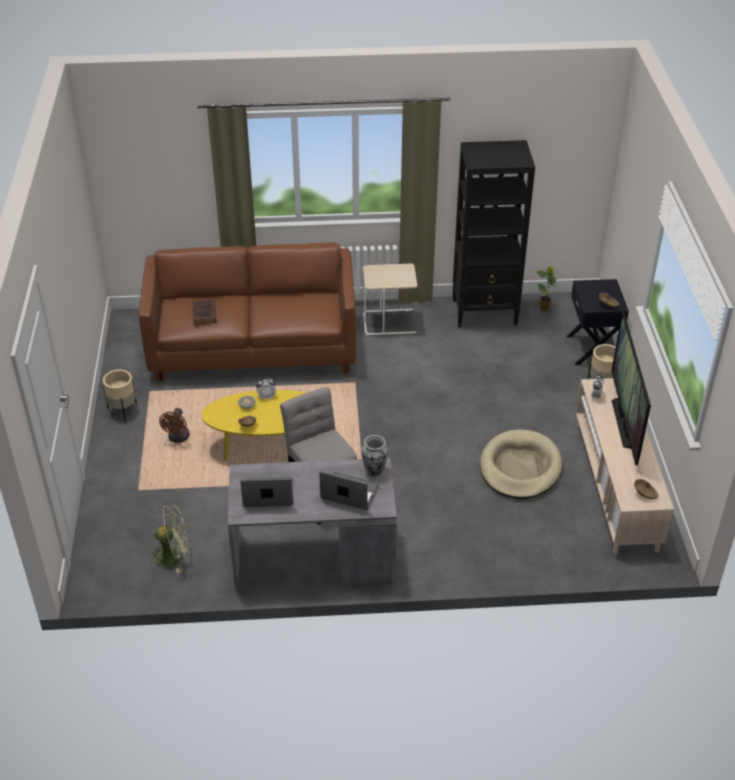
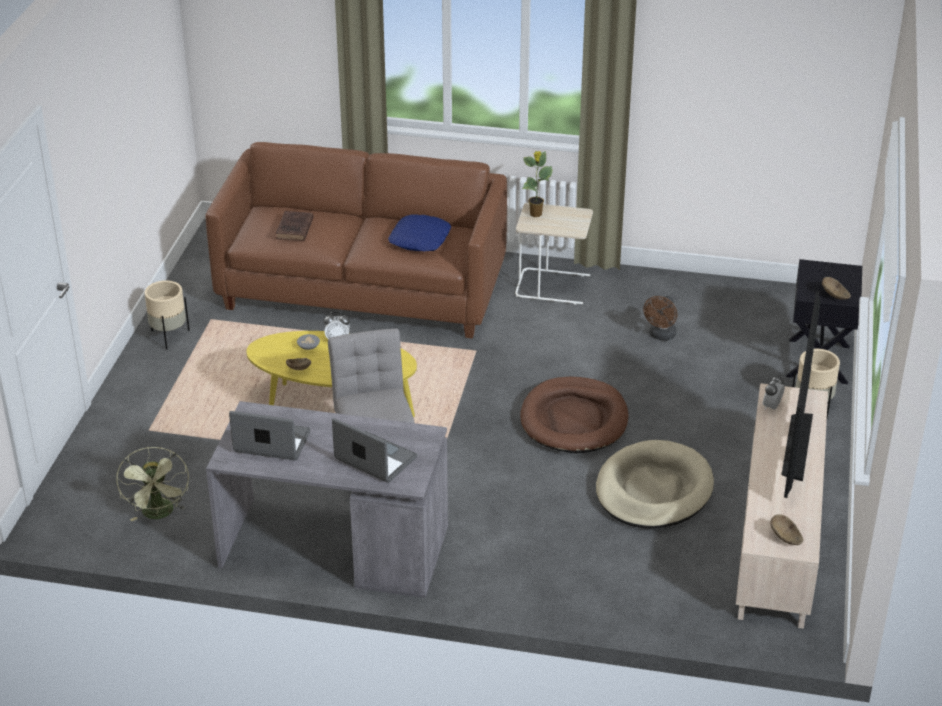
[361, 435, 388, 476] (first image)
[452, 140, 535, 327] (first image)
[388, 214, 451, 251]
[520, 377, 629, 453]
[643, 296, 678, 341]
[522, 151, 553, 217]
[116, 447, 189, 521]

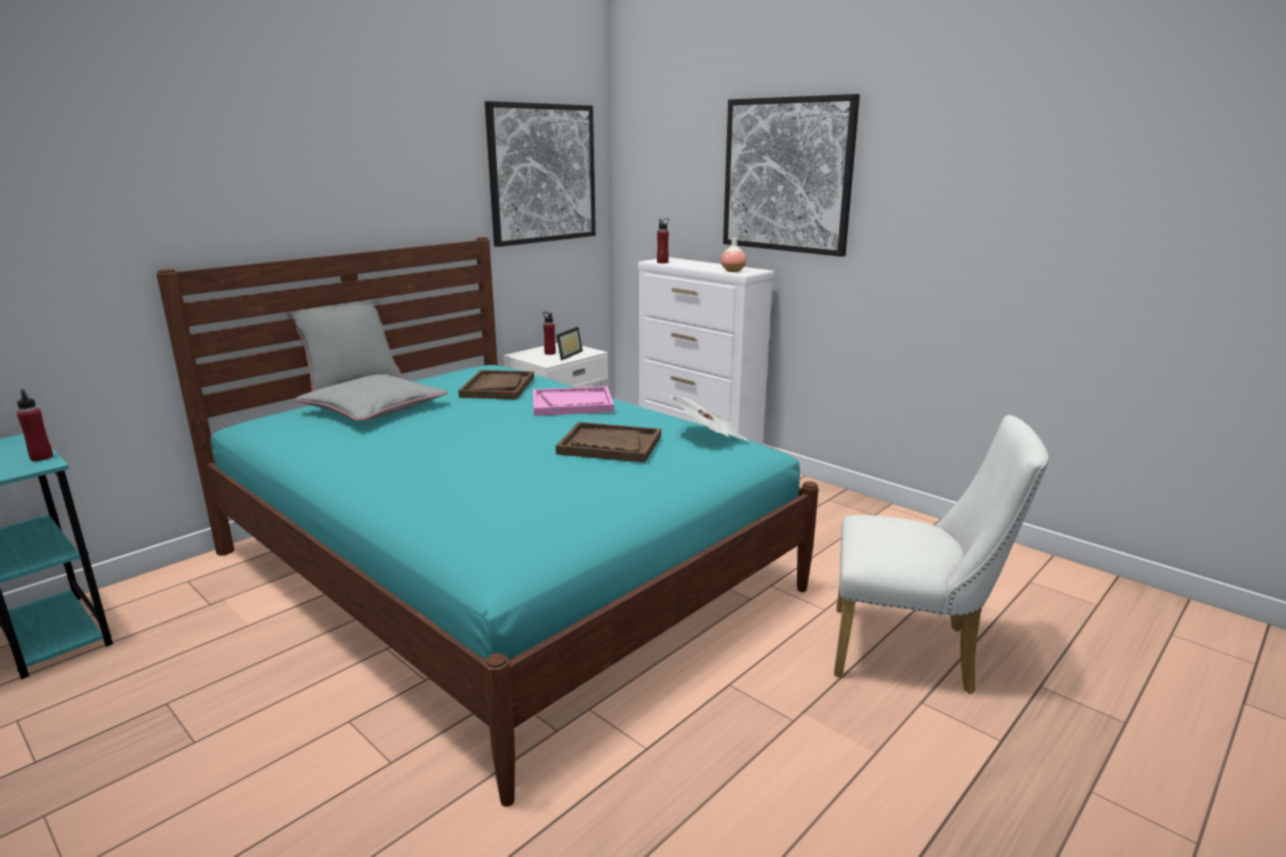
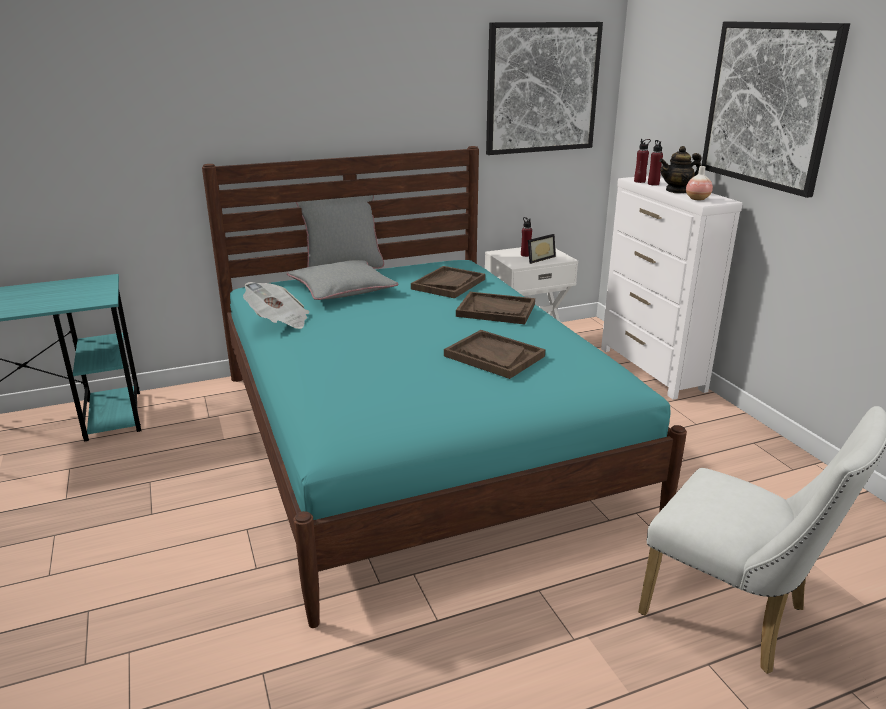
[659, 146, 702, 193]
[648, 140, 663, 185]
[243, 282, 309, 329]
[456, 292, 535, 324]

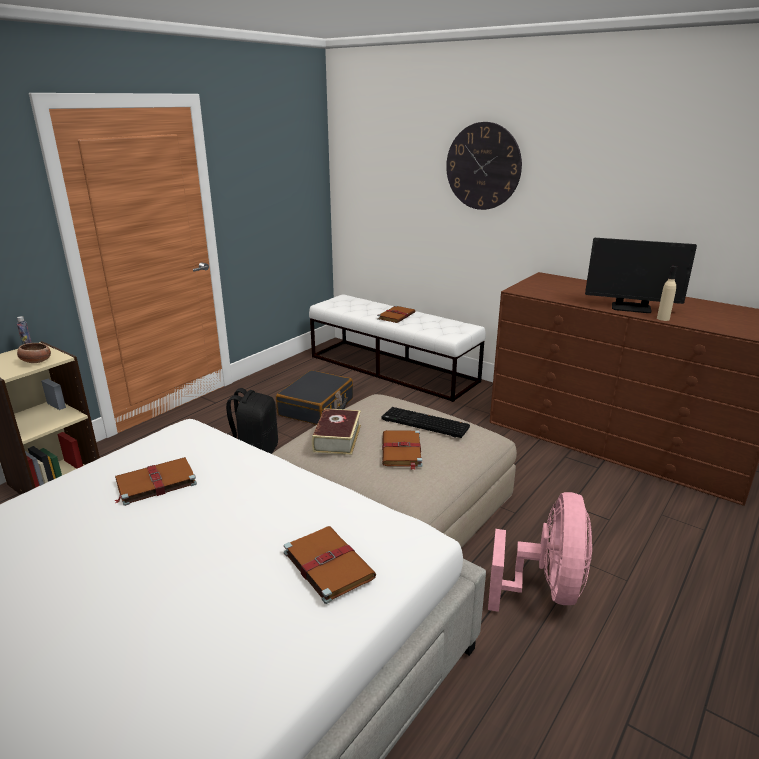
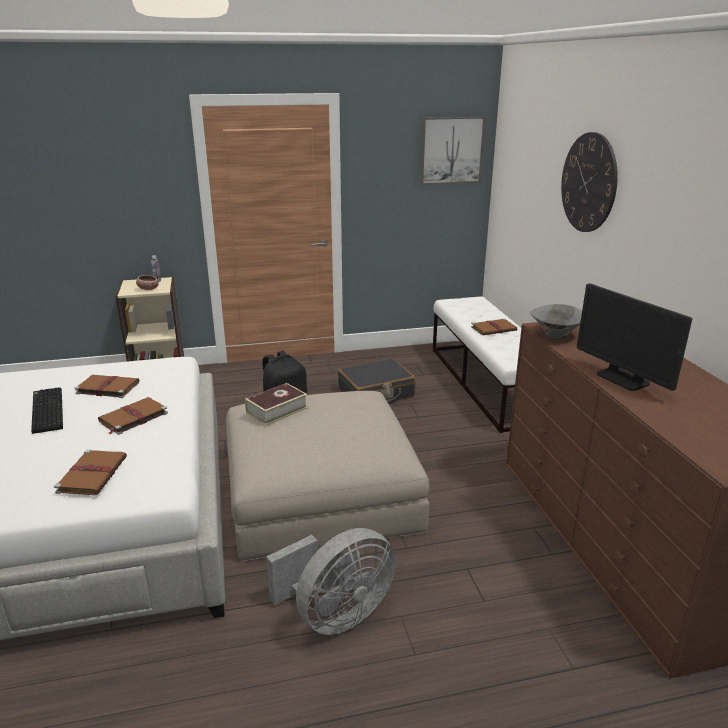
[657, 266, 677, 321] (first image)
[420, 117, 485, 185]
[531, 304, 582, 339]
[31, 387, 63, 434]
[98, 397, 168, 435]
[266, 528, 396, 635]

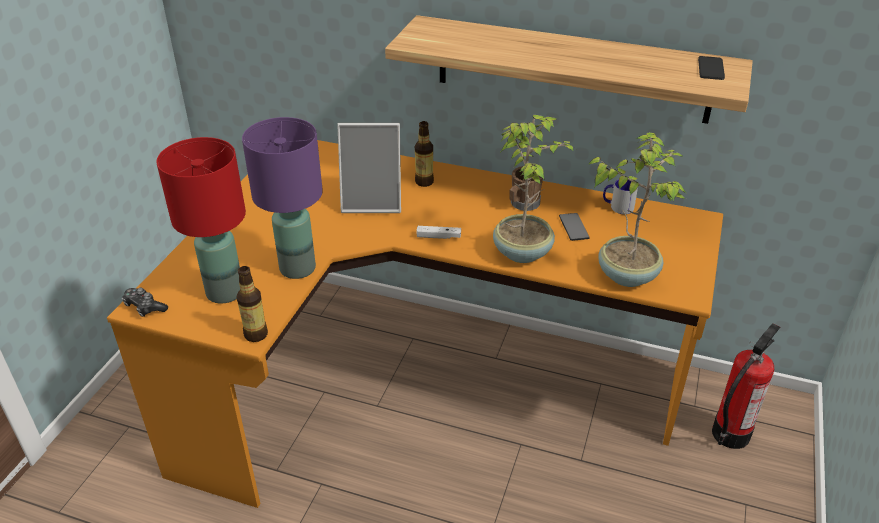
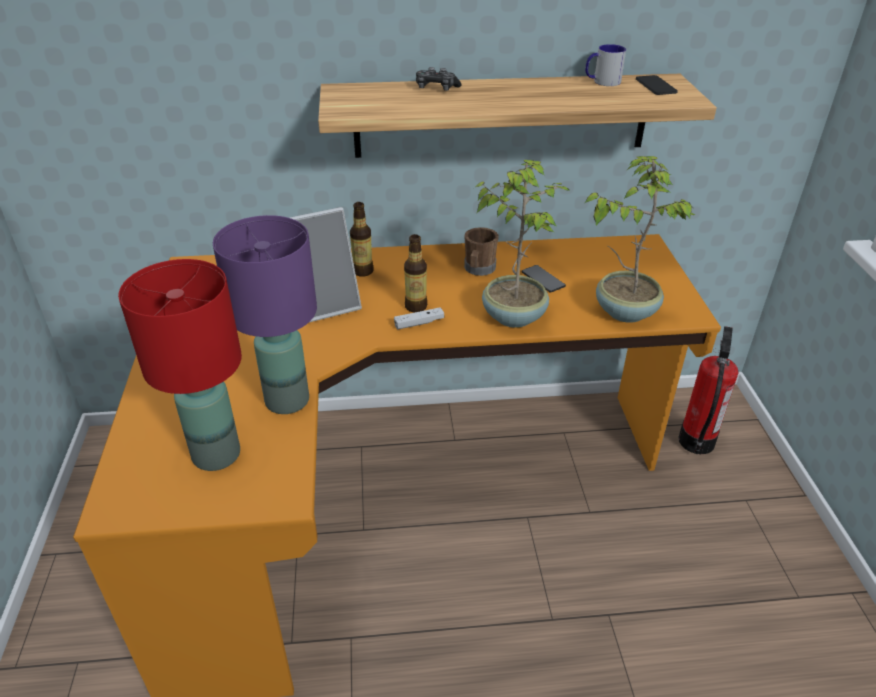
[416, 67, 461, 91]
[404, 234, 427, 313]
[585, 44, 626, 86]

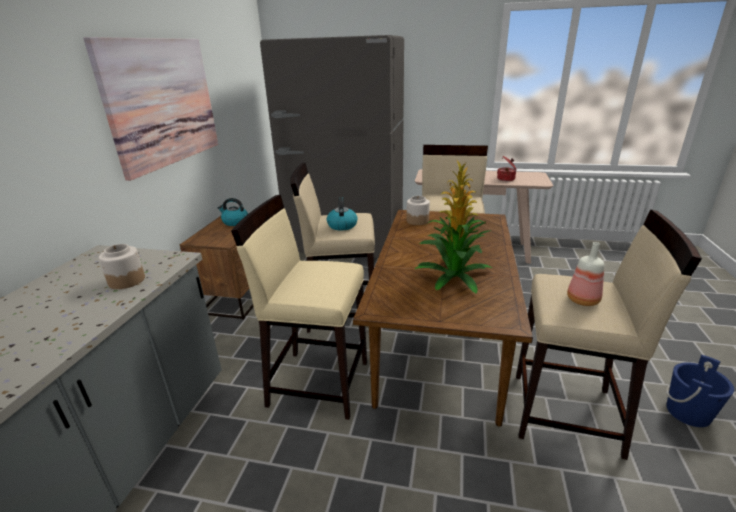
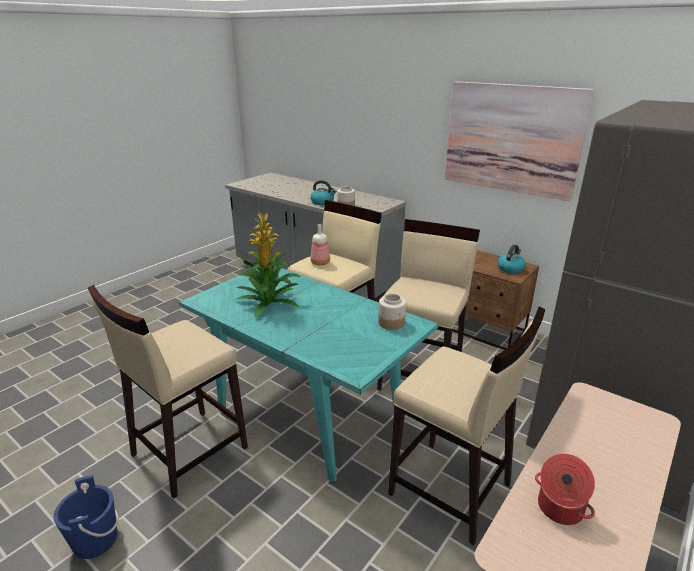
[311, 180, 336, 205]
[310, 224, 330, 265]
[179, 265, 439, 482]

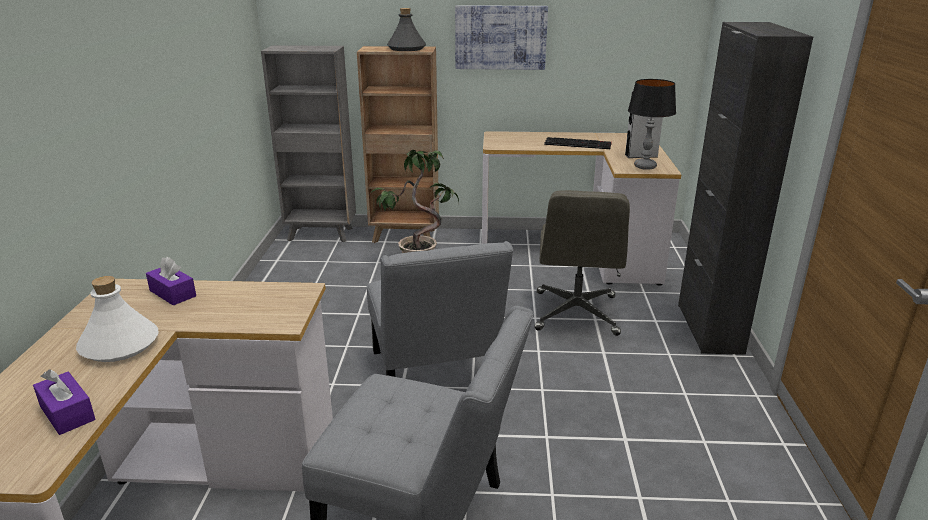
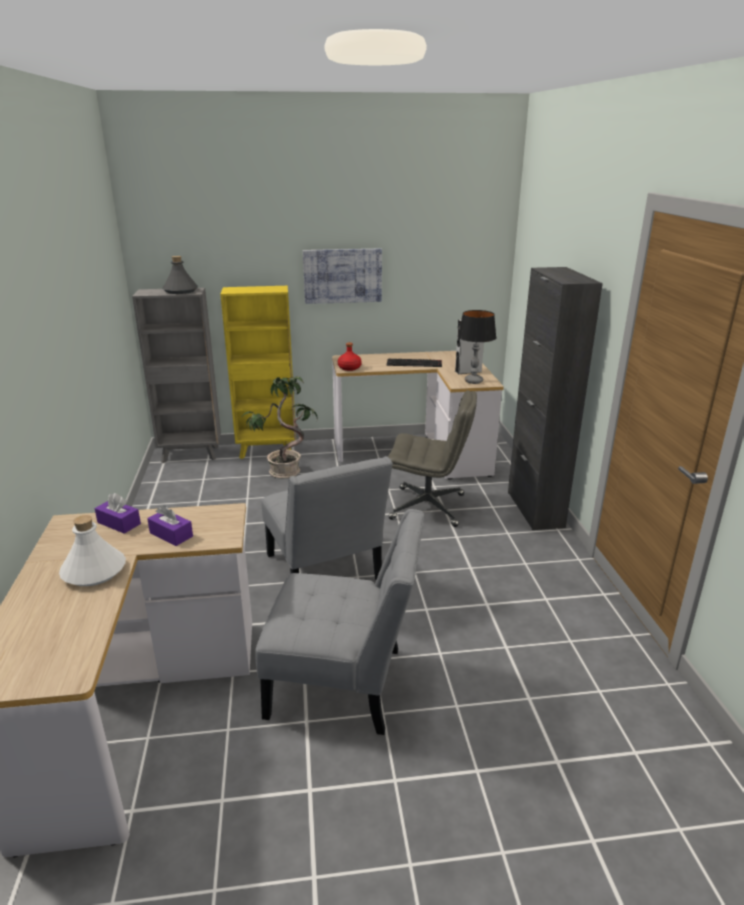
[338, 342, 362, 371]
[147, 505, 193, 546]
[162, 256, 198, 294]
[220, 286, 296, 459]
[388, 391, 477, 527]

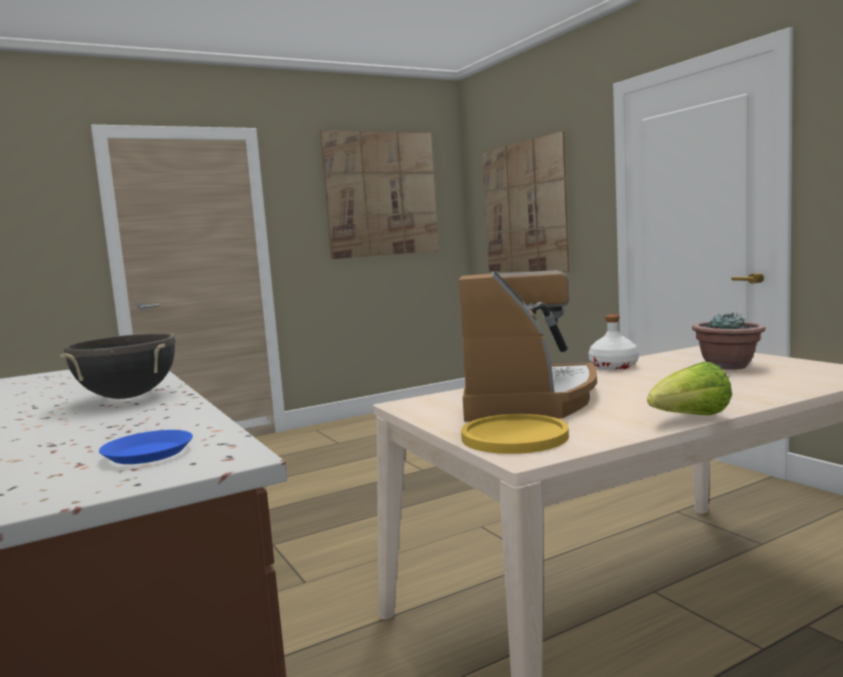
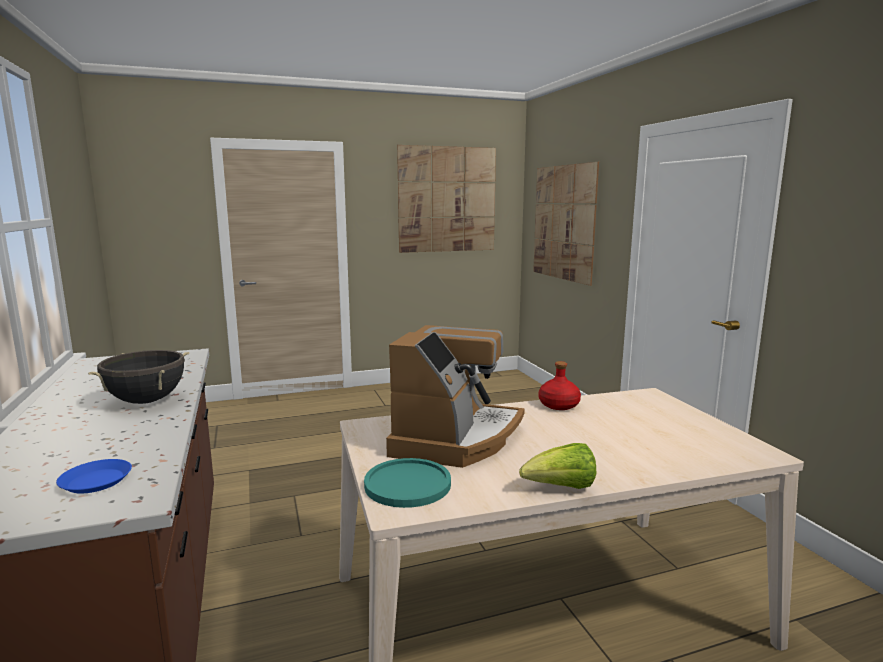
[692, 312, 766, 370] (first image)
[364, 458, 451, 508]
[539, 361, 581, 410]

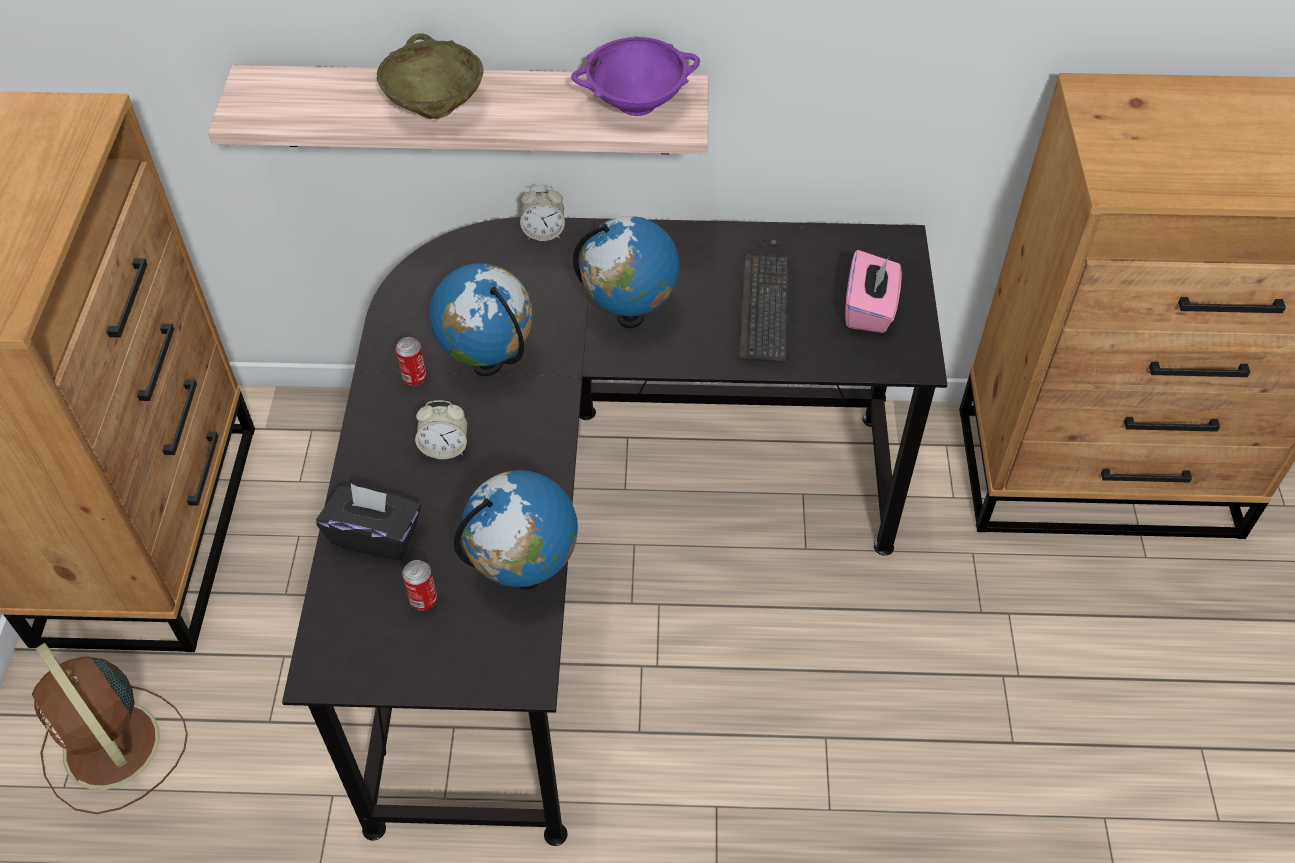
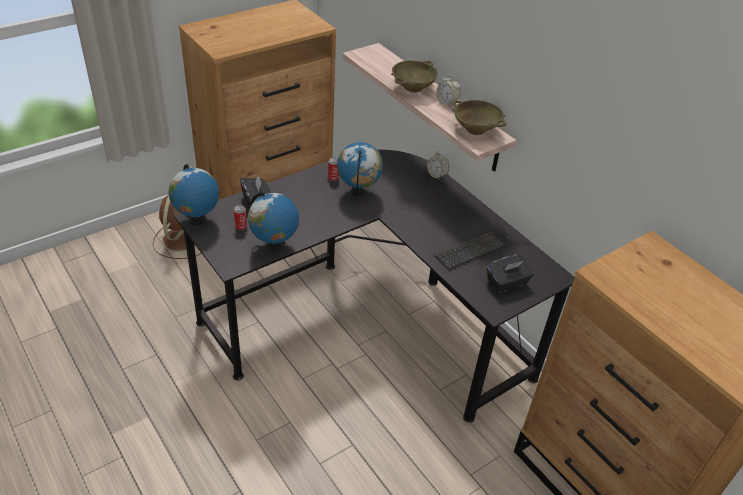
[436, 75, 460, 108]
[169, 164, 219, 225]
[452, 99, 507, 135]
[487, 255, 534, 293]

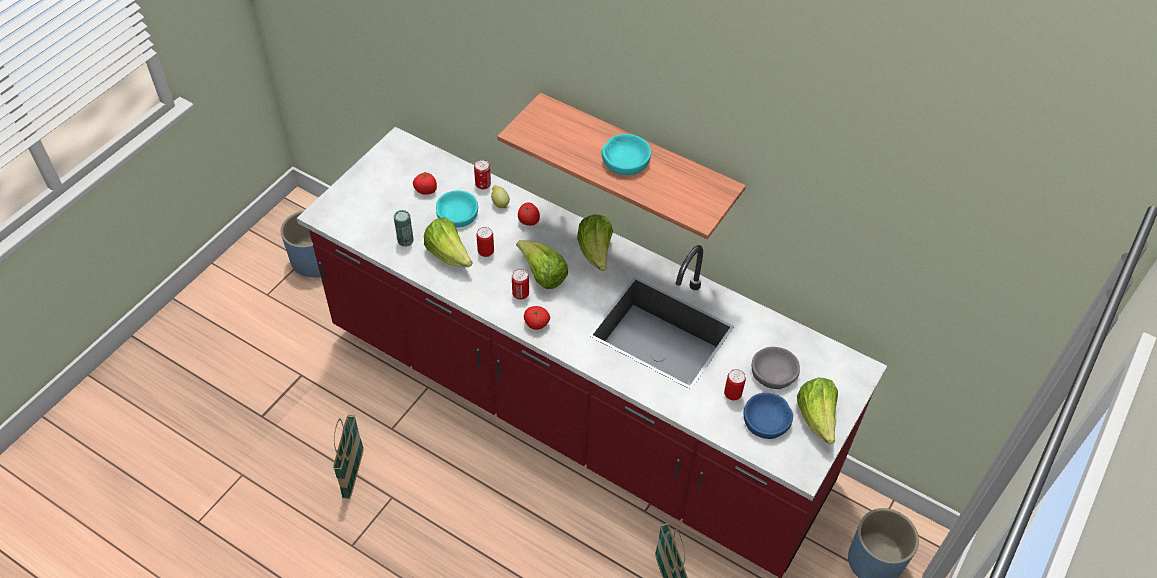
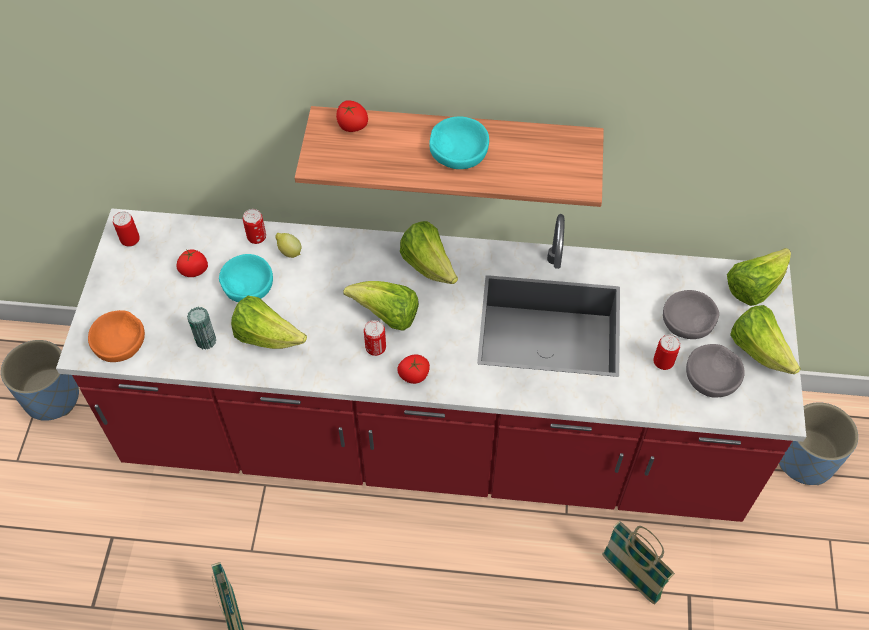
[88, 310, 145, 362]
[727, 248, 791, 306]
[113, 211, 140, 247]
[336, 100, 368, 132]
[686, 344, 745, 397]

